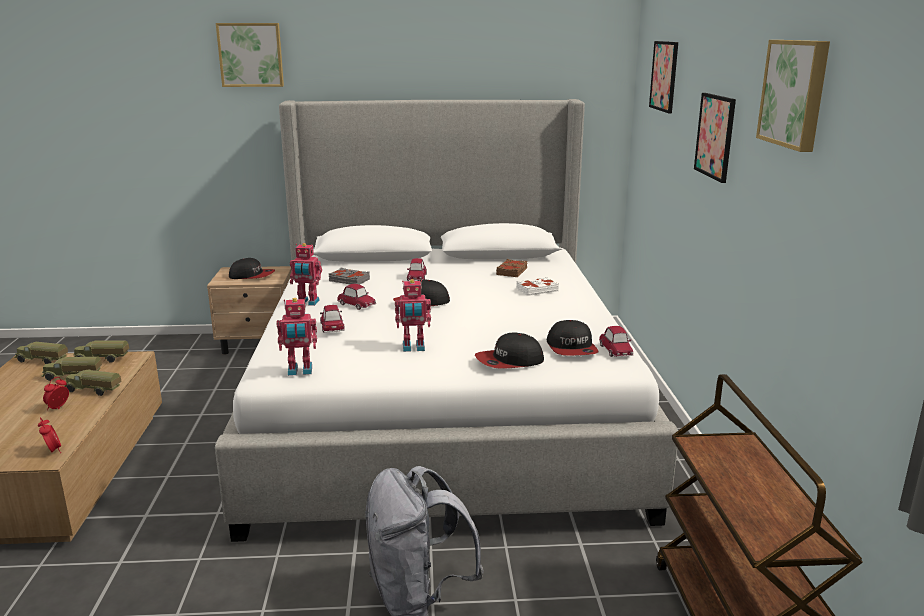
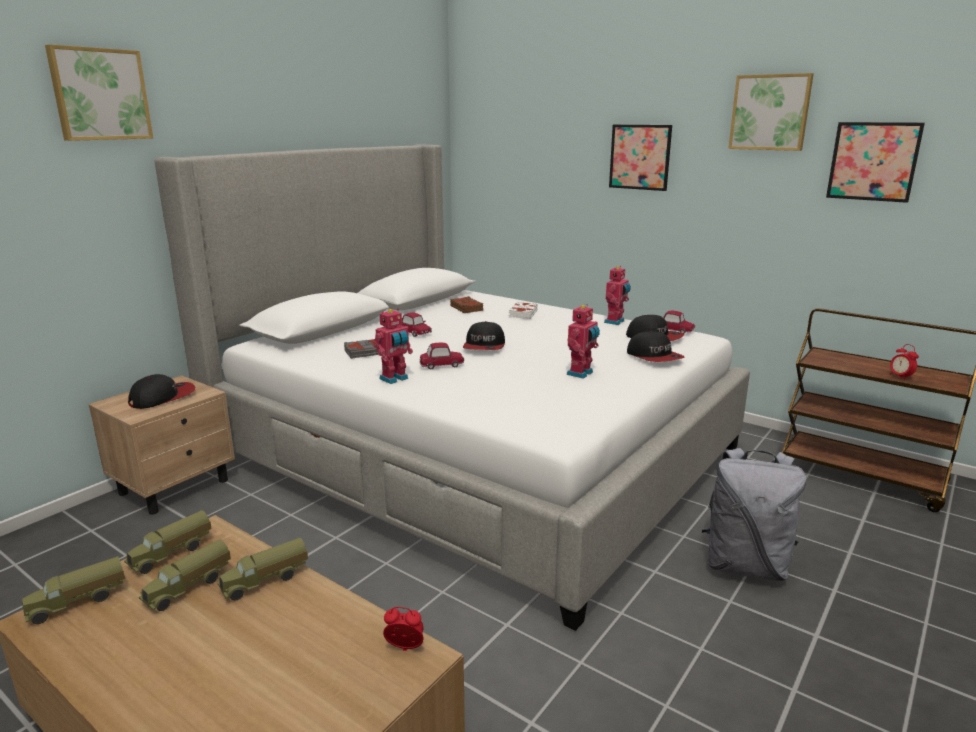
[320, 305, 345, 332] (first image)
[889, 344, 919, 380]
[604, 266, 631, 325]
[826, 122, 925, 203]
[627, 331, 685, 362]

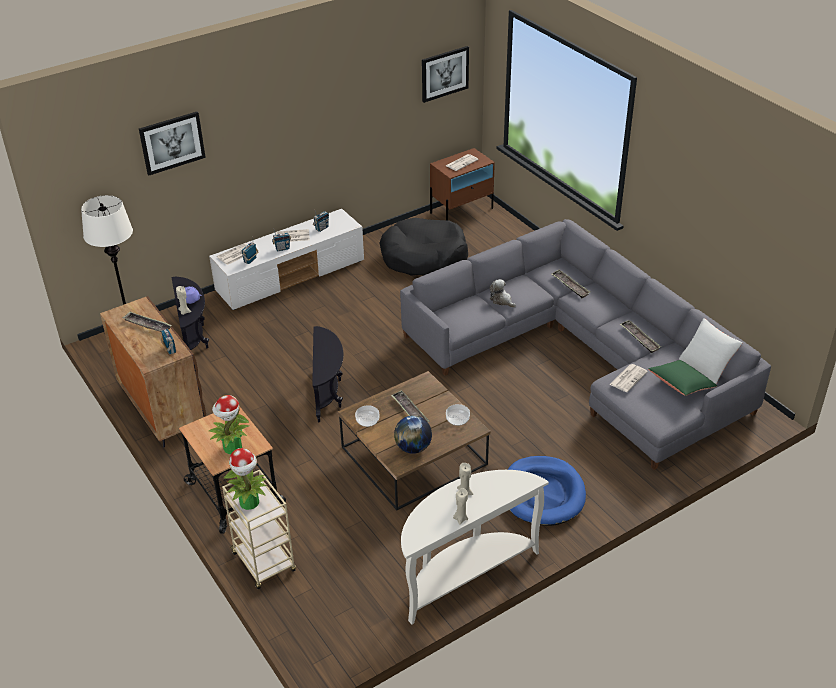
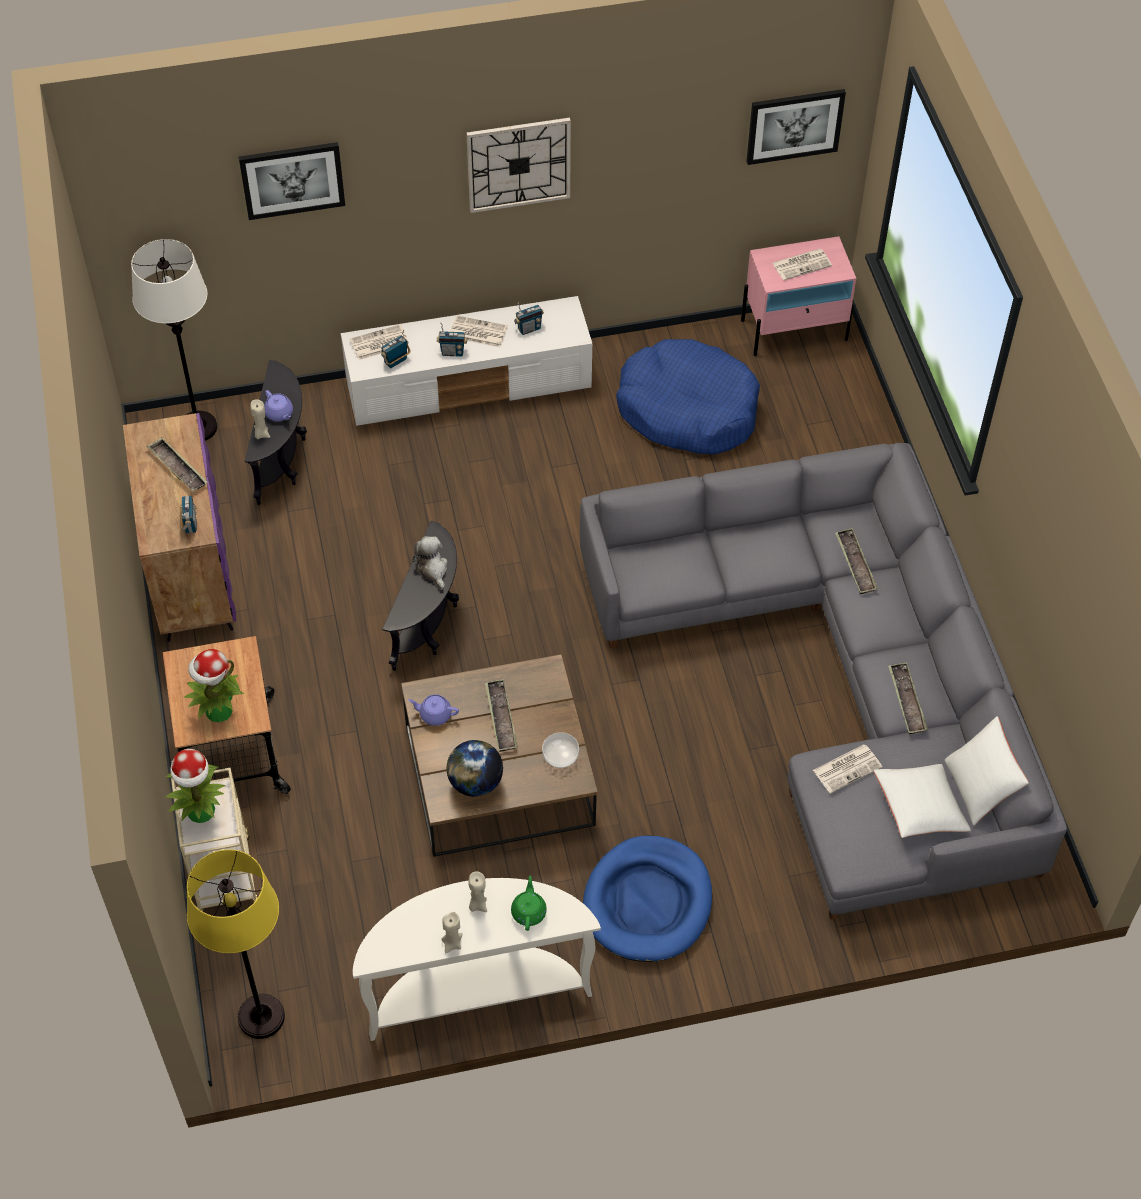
[187, 849, 285, 1039]
[466, 118, 571, 213]
[511, 876, 547, 931]
[412, 536, 448, 590]
[408, 694, 459, 726]
[123, 413, 236, 642]
[616, 339, 760, 454]
[741, 236, 856, 356]
[874, 764, 971, 838]

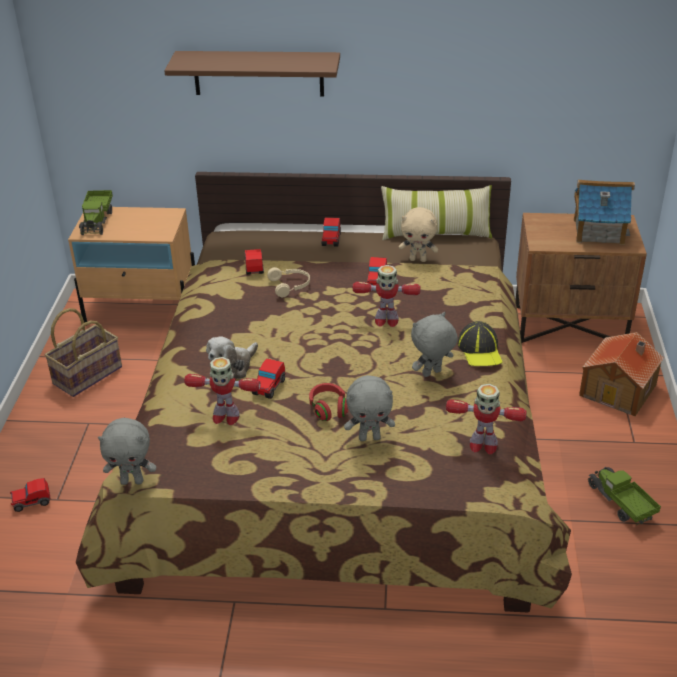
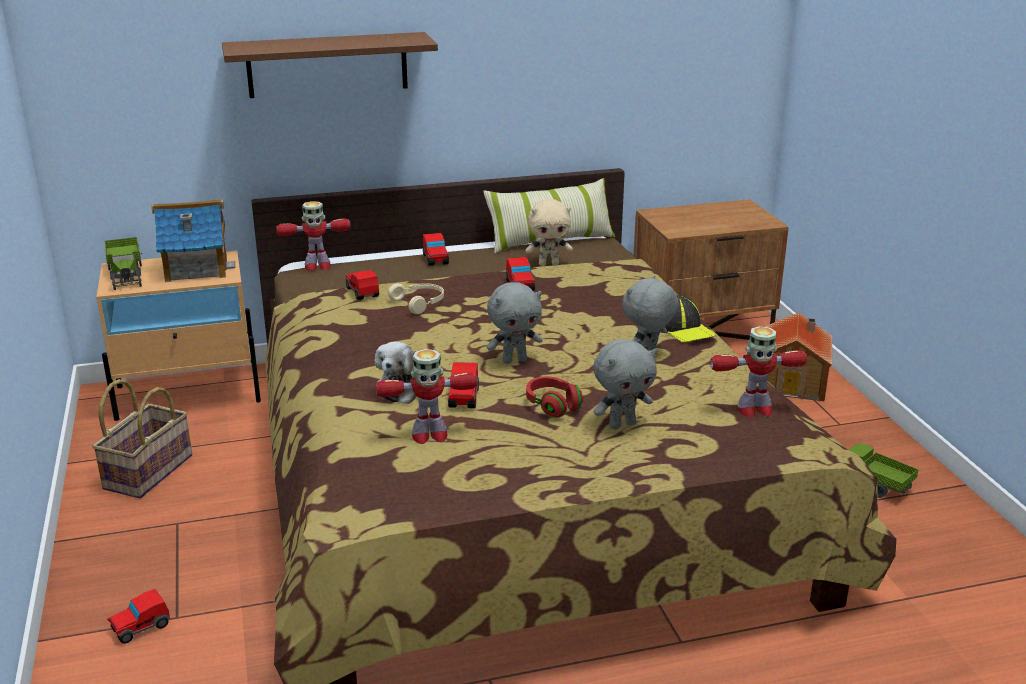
[487, 282, 542, 364]
[276, 201, 351, 271]
[151, 199, 235, 282]

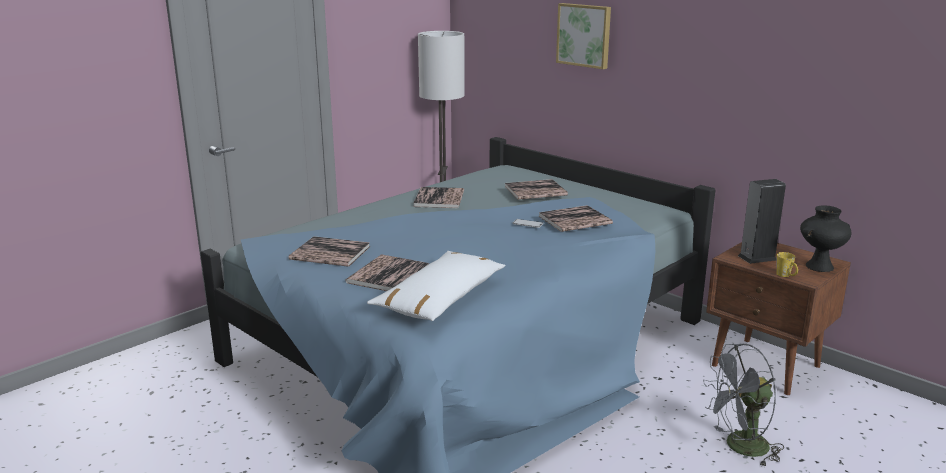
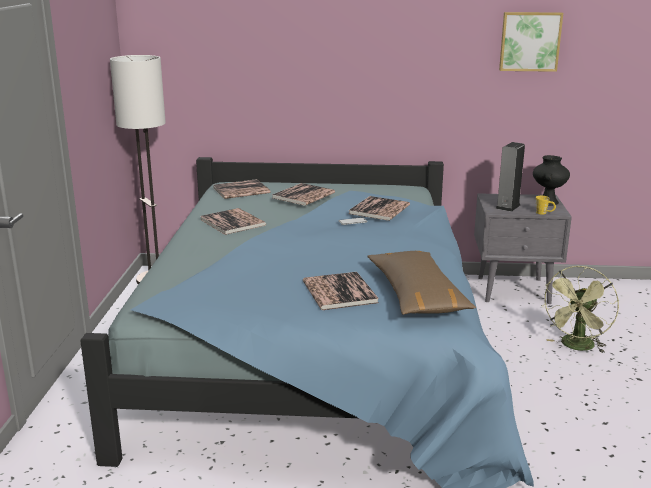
[213, 179, 270, 199]
[499, 12, 563, 72]
[367, 251, 476, 315]
[541, 266, 619, 353]
[474, 193, 572, 304]

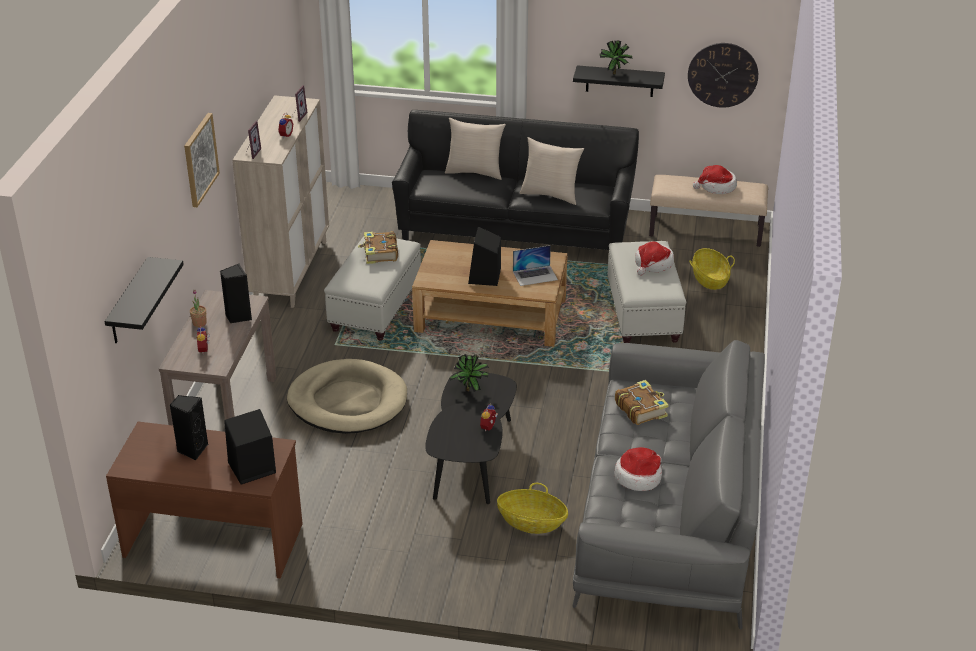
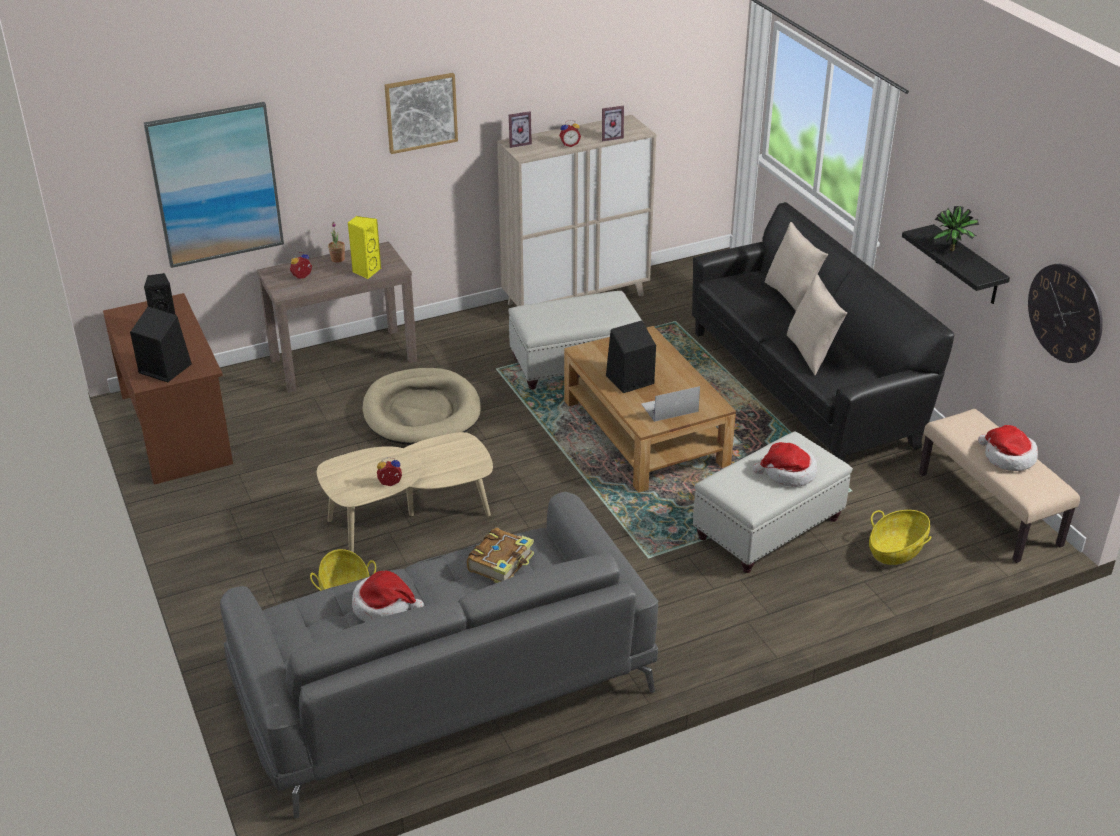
[358, 231, 398, 264] (first image)
[450, 354, 489, 392] (first image)
[144, 102, 284, 268]
[347, 216, 381, 279]
[317, 432, 493, 552]
[641, 386, 700, 422]

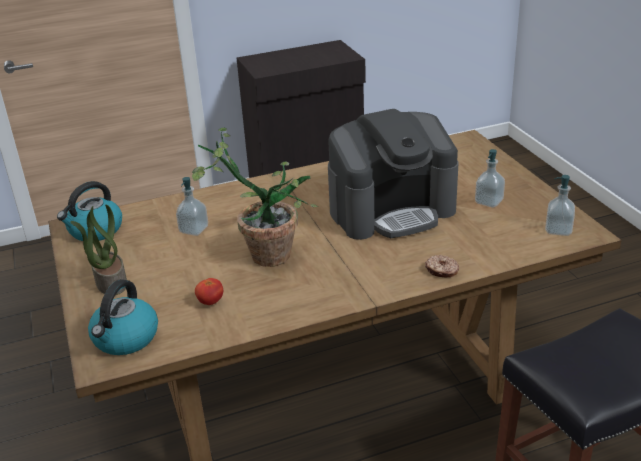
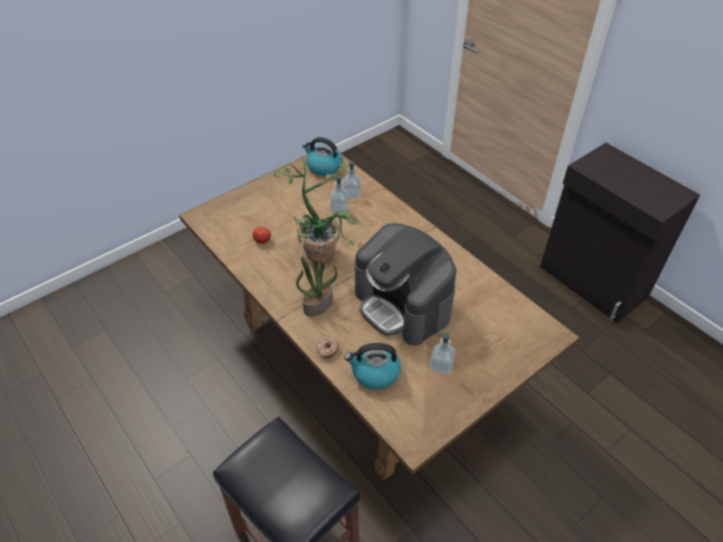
[296, 257, 337, 316]
[344, 343, 401, 390]
[343, 160, 361, 198]

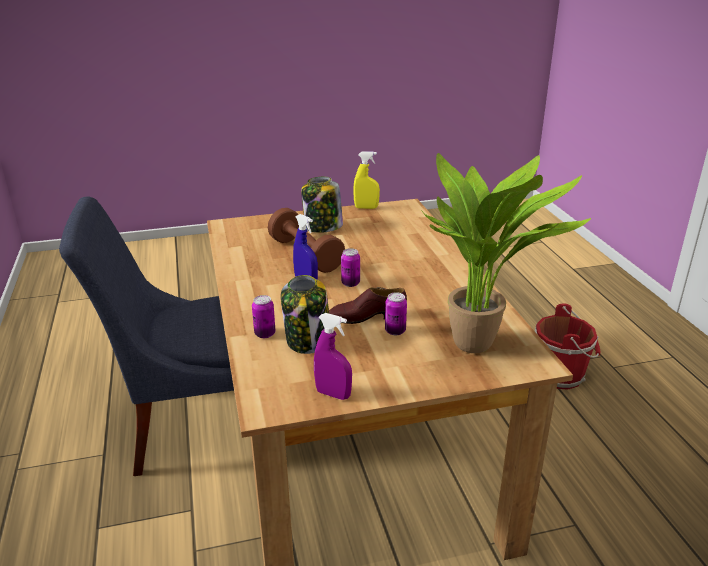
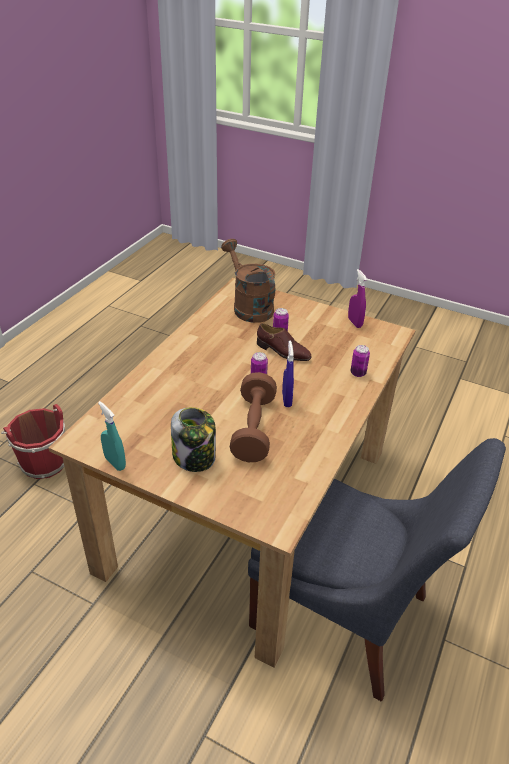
[281, 275, 329, 354] (first image)
[221, 239, 276, 323]
[98, 401, 126, 471]

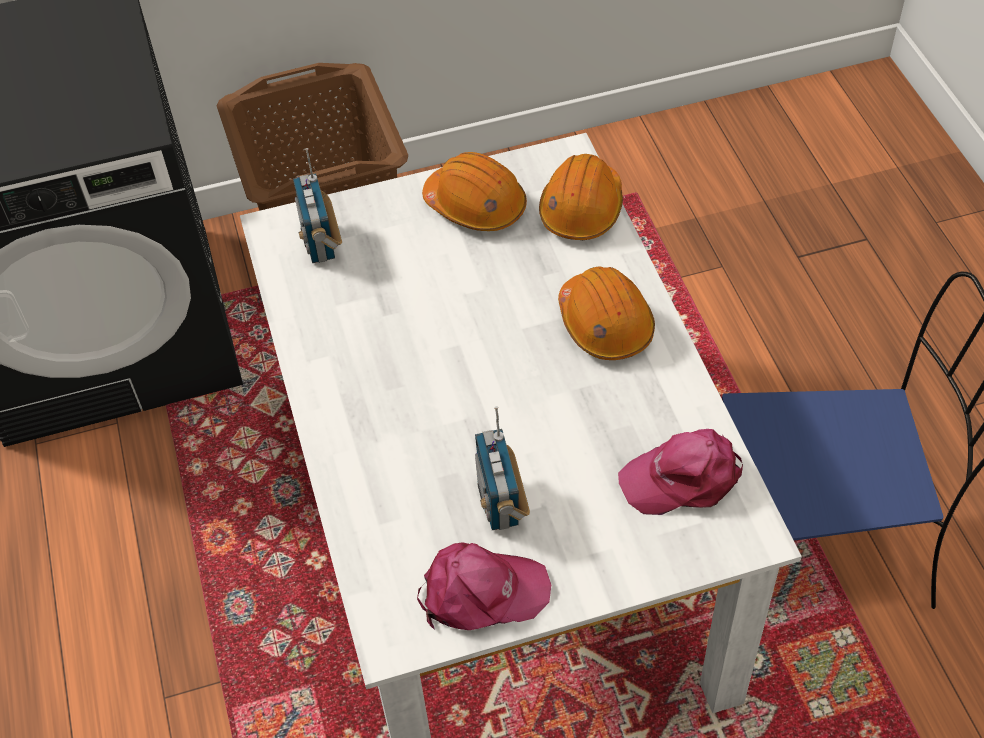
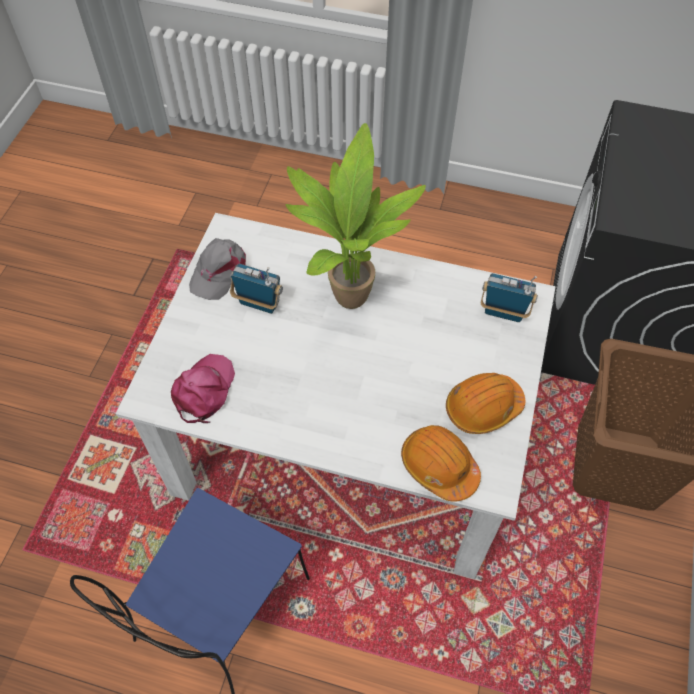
[558, 267, 655, 360] (first image)
[285, 123, 426, 309]
[189, 238, 246, 300]

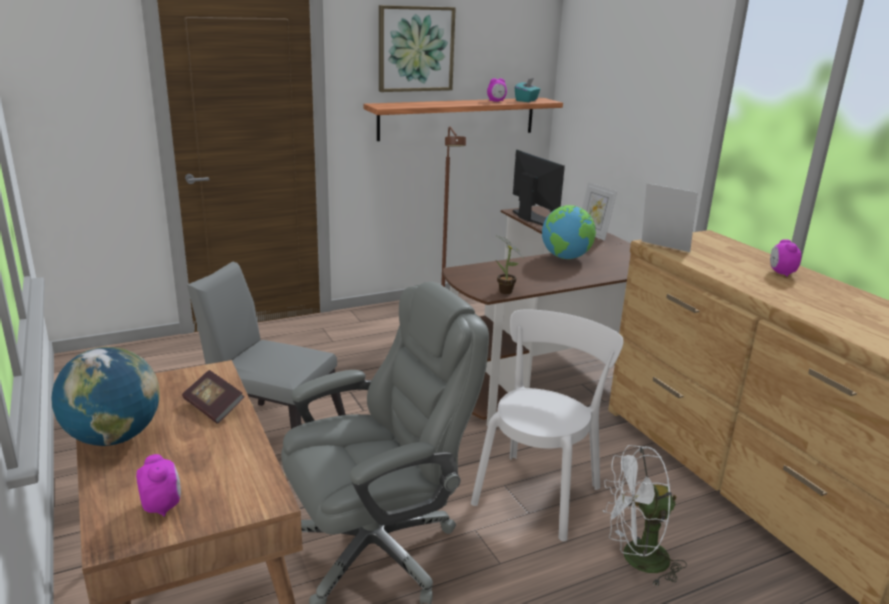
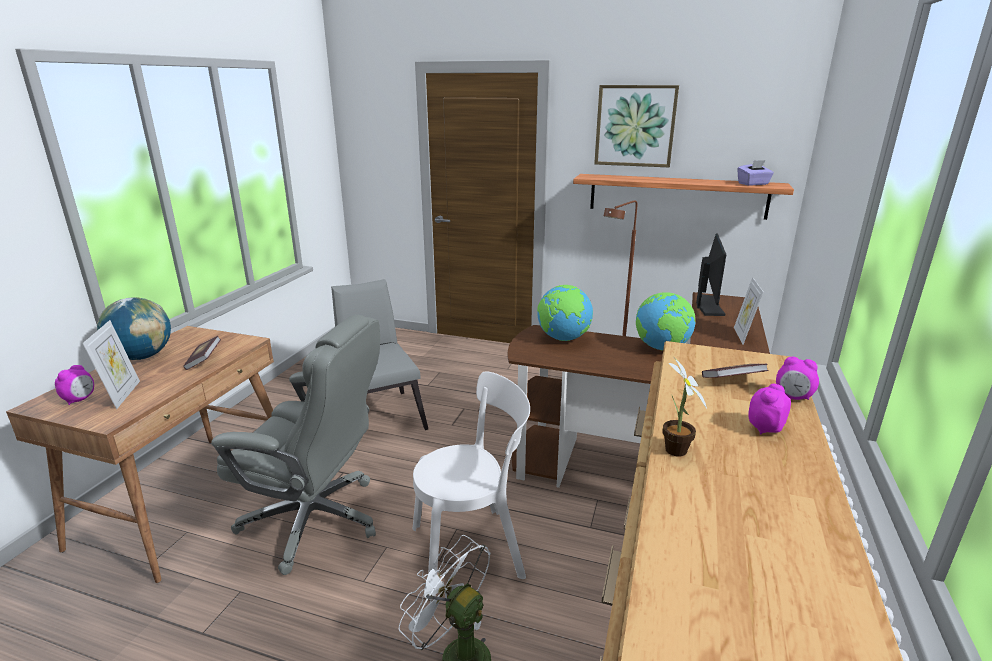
[537, 285, 593, 341]
[702, 364, 769, 378]
[776, 357, 819, 400]
[662, 357, 707, 457]
[82, 320, 140, 409]
[737, 160, 774, 186]

